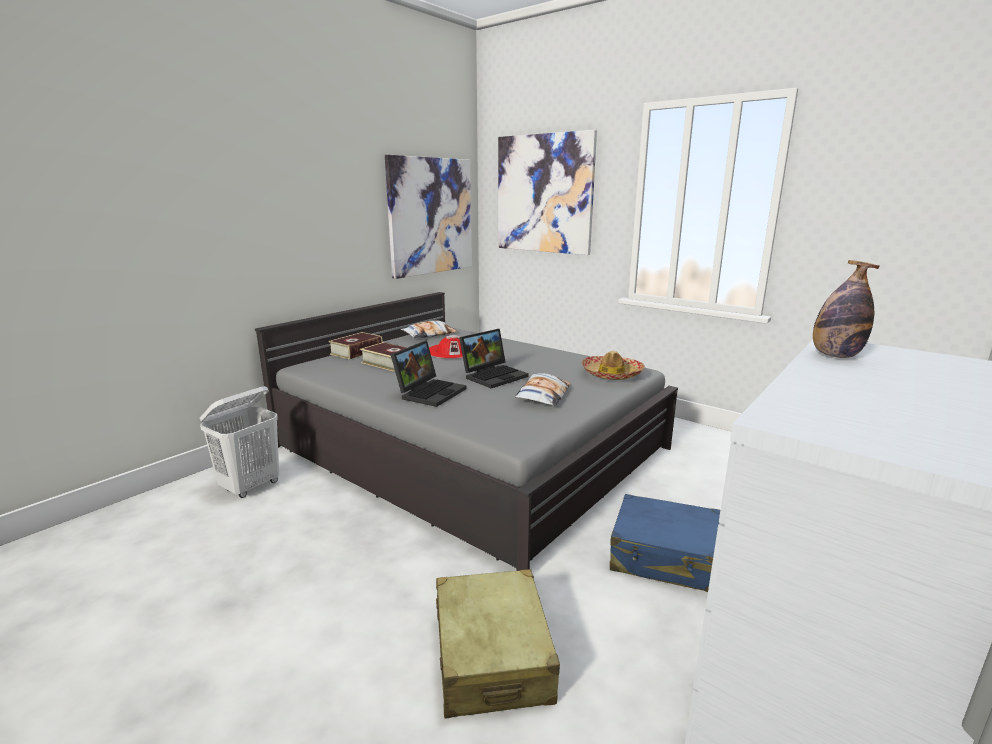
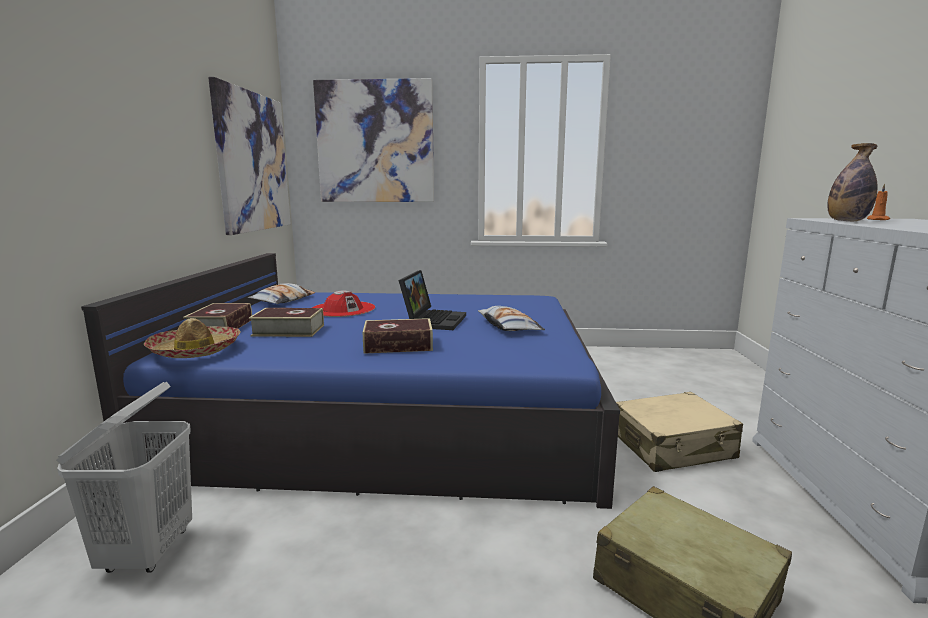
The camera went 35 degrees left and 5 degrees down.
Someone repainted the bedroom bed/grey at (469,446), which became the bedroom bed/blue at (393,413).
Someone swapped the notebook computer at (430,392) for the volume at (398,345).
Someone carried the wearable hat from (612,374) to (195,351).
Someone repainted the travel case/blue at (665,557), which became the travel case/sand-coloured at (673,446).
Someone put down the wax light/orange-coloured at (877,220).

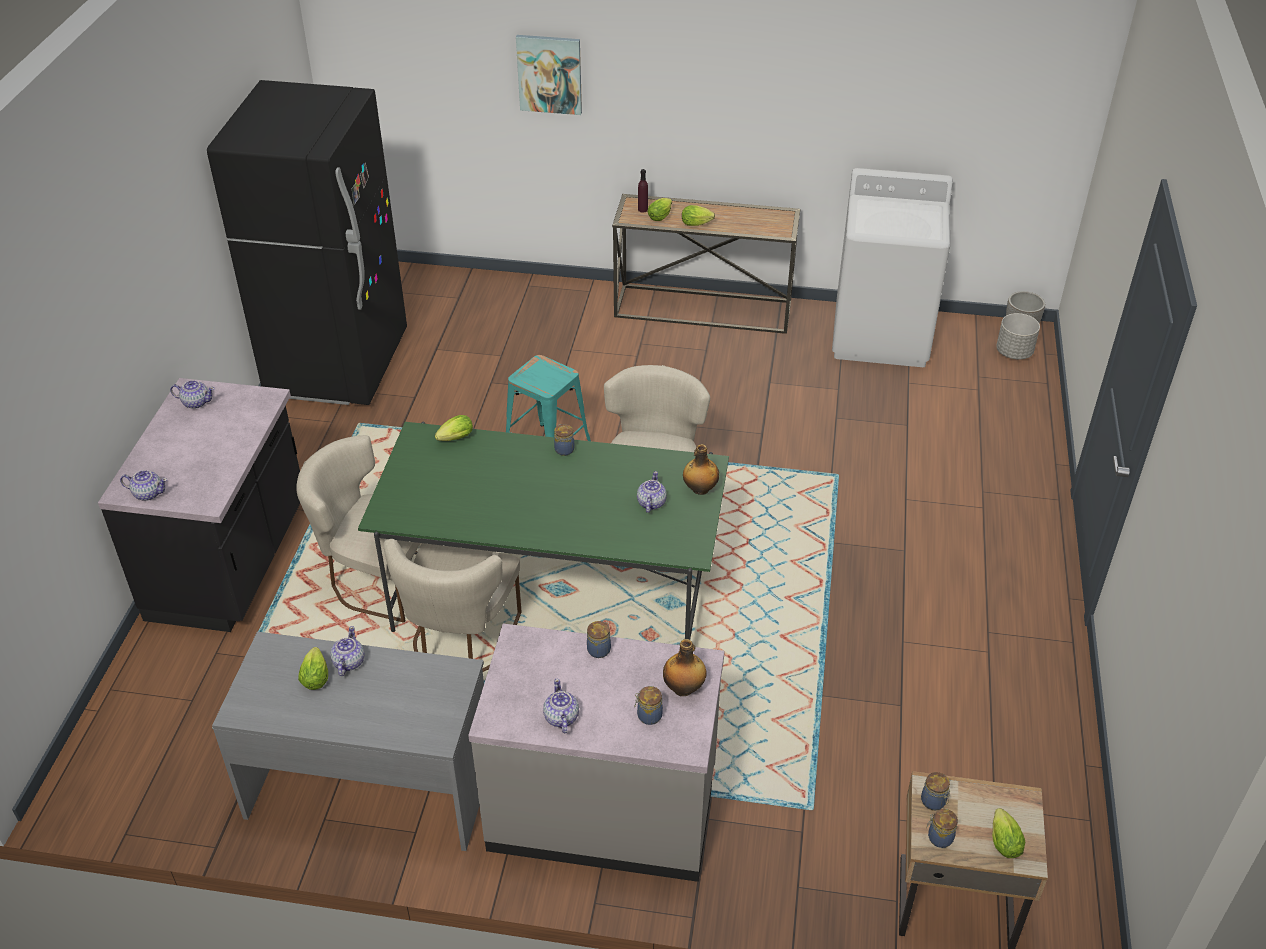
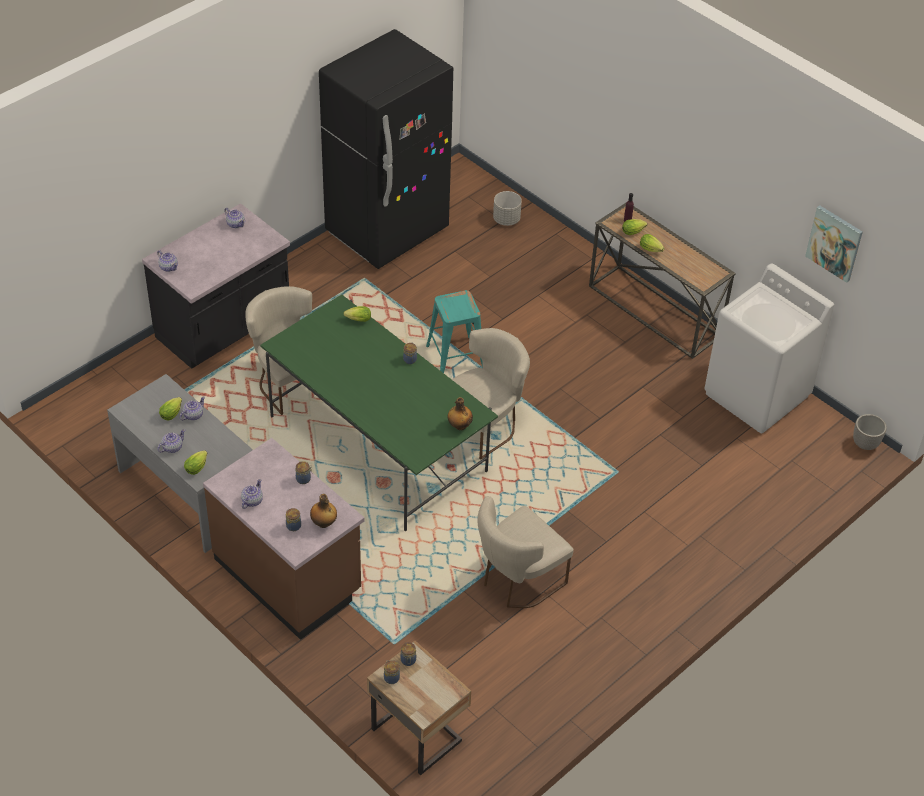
The camera went 35 degrees right and 5 degrees up.
Someone carried the chair/sand-coloured from (461,643) to (517,581).
Someone repainted the kitchen counter/grey at (603,810), which became the kitchen counter/brown-coloured at (288,575).
Someone carried the wall picture from (550,74) to (834,243).
Someone carried the tea pot from (651,503) to (172,447).
Someone carried the lettuce from (1003,840) to (197,467).
Someone carried the plant pot/grey from (1014,352) to (506,219).

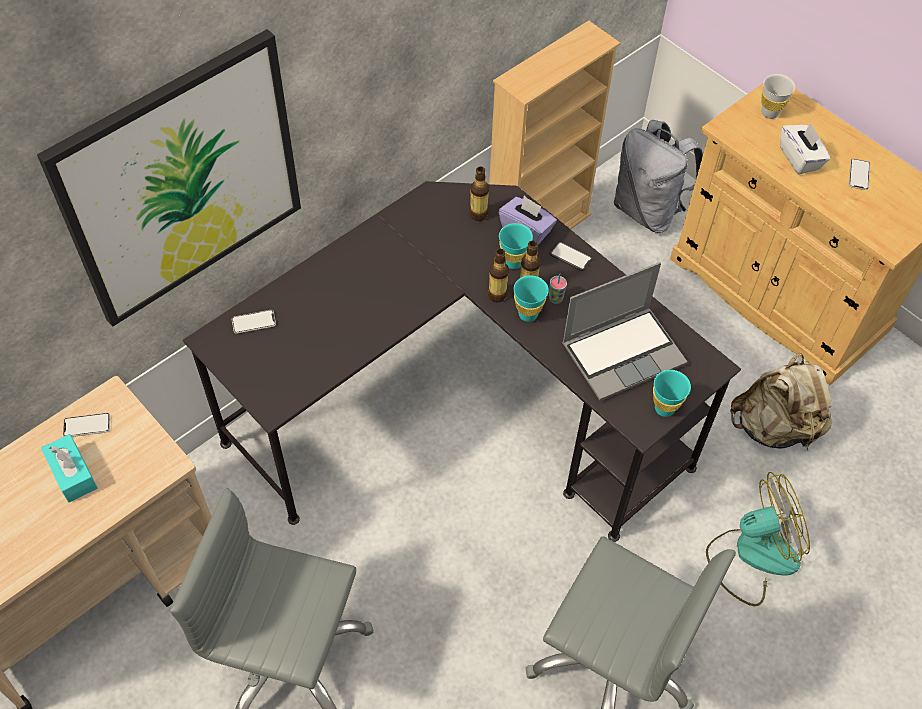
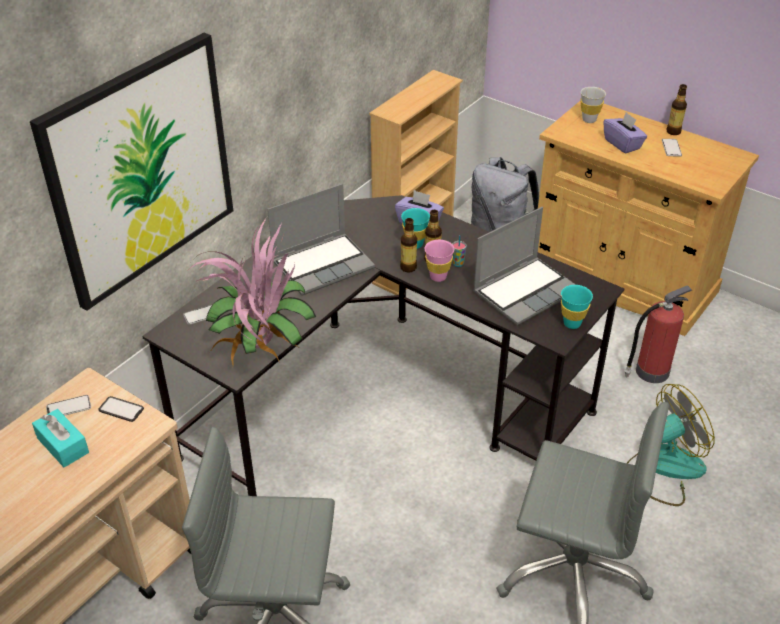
The camera went 10 degrees left and 15 degrees down.
Someone carried the bottle from (478,214) to (673,132).
Someone repainted the drinking cup/turquoise-coloured at (528,314), which became the drinking cup/pink at (438,277).
Someone carried the handset from (570,256) to (121,409).
Someone swapped the rucksack/sand-coloured at (774,427) for the extinguisher at (650,372).
Someone repainted the box of tissues/white-coloured at (800,158), which became the box of tissues/purple-coloured at (622,144).
Someone put down the houseplant at (261,352).
Someone put down the notebook computer at (323,264).

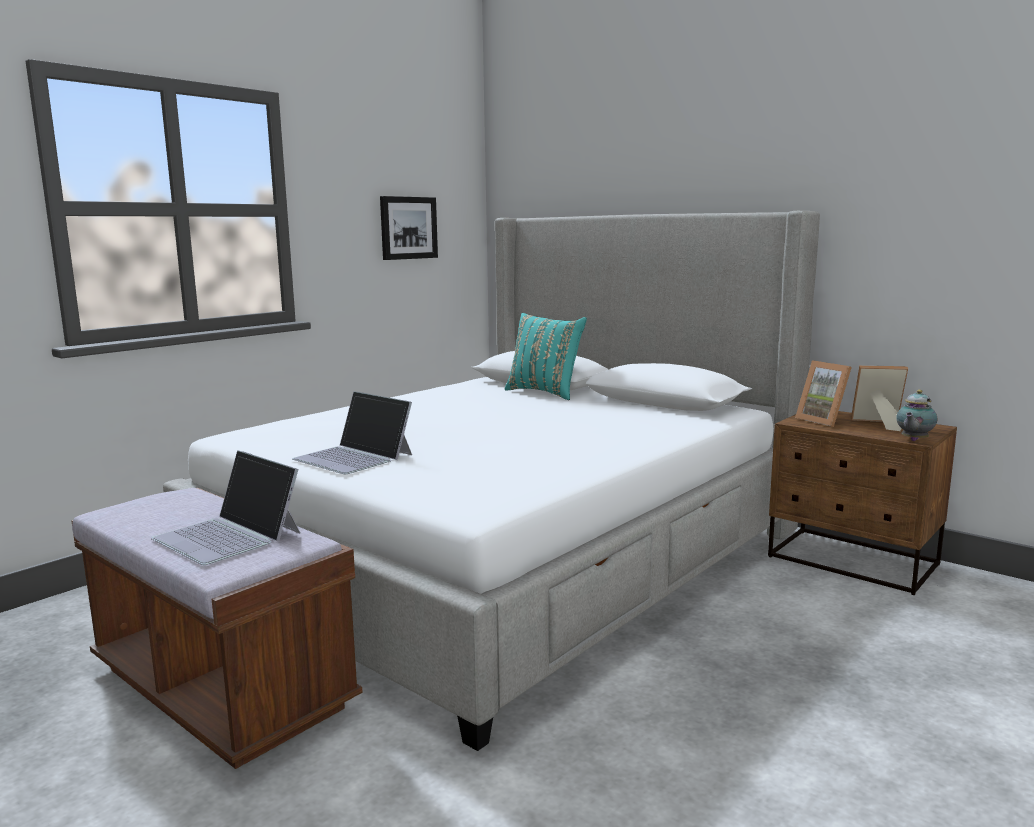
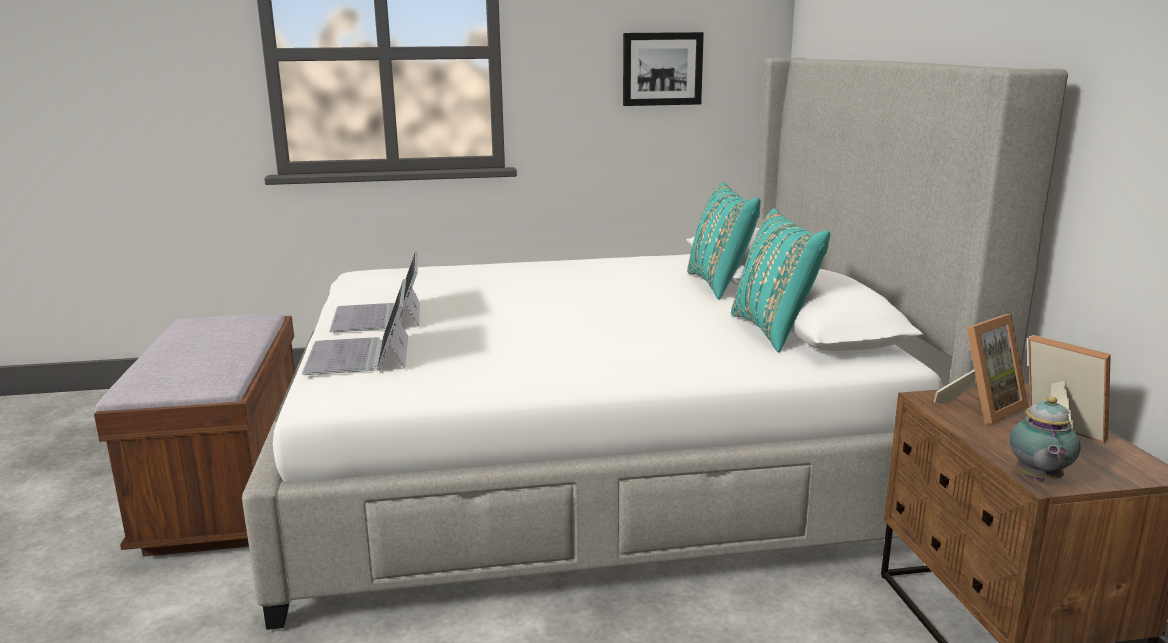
The camera went 40 degrees right and 5 degrees up.
Someone carried the notebook computer from (229,535) to (360,355).
Someone rotated the picture frame at (824,420) by 135 degrees counterclockwise.
Someone rotated the tea pot at (913,440) by 60 degrees counterclockwise.
Someone put down the throw pillow/turquoise-coloured at (774,331).

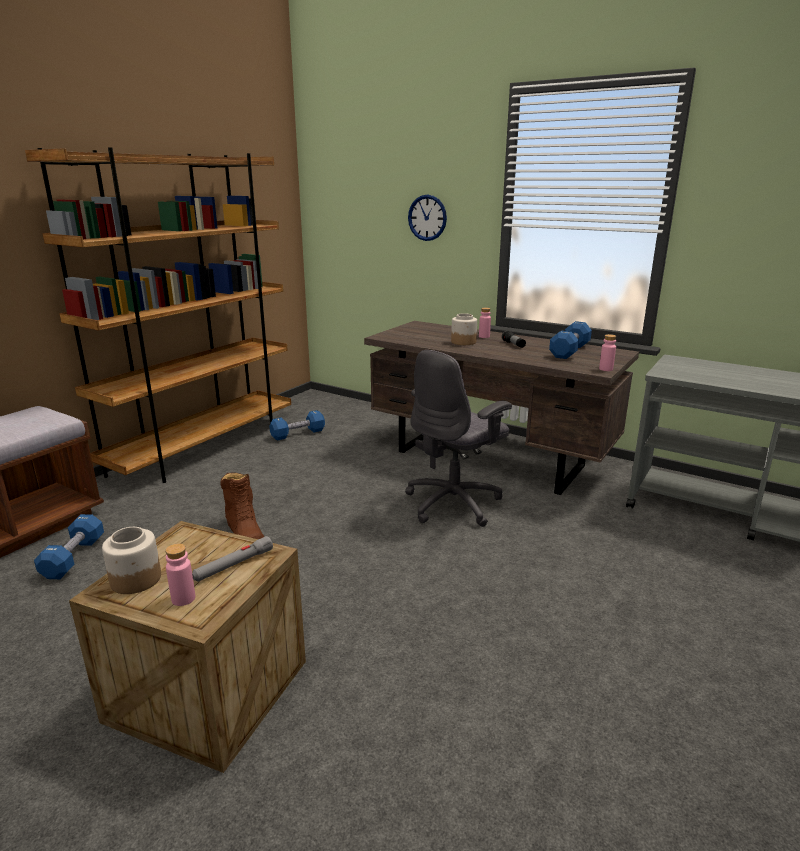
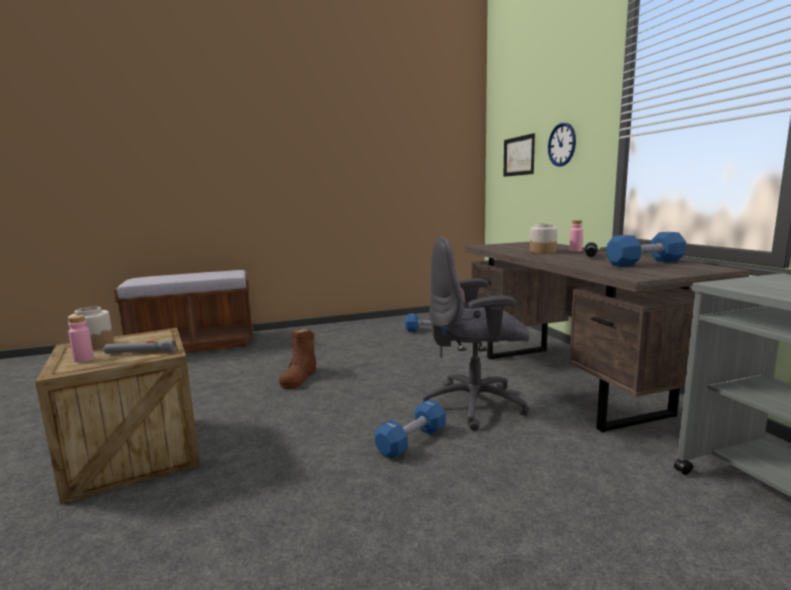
The camera went 40 degrees right and 10 degrees down.
Someone took away the bookshelf/brown-coloured at (204,448).
Someone carried the free weight/blue from (73,557) to (411,441).
Someone took away the bottle/pink at (606,369).
Someone put up the wall picture at (519,156).

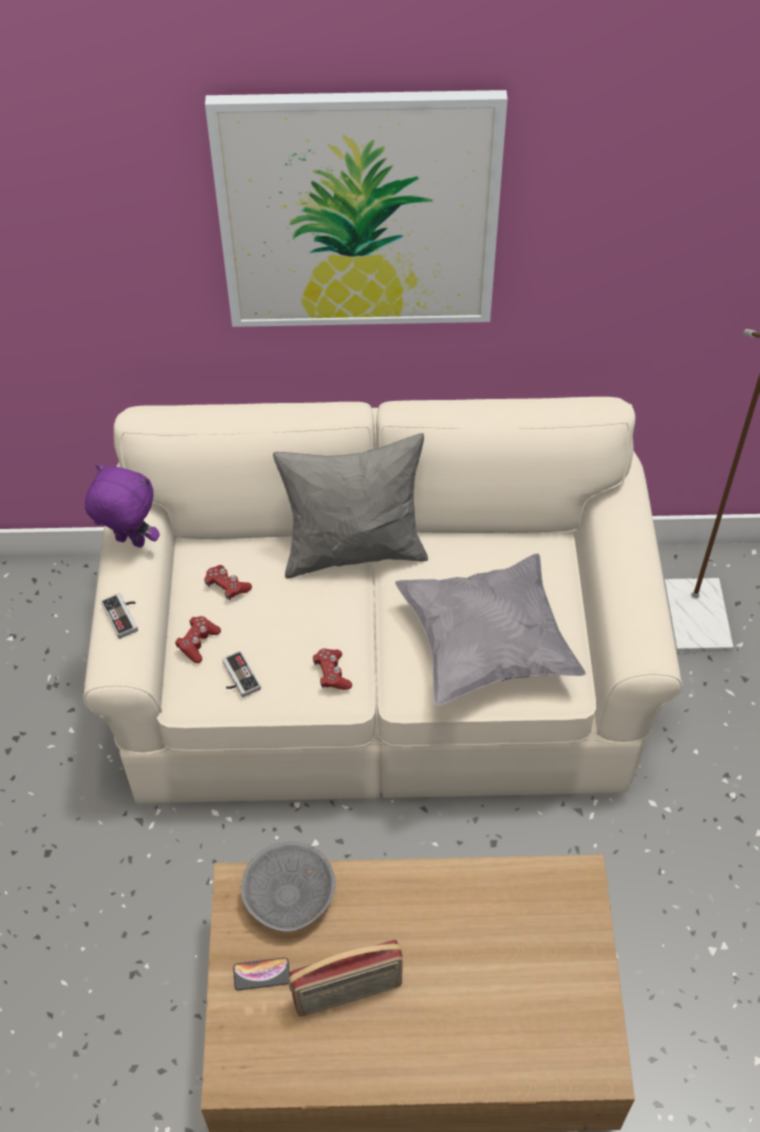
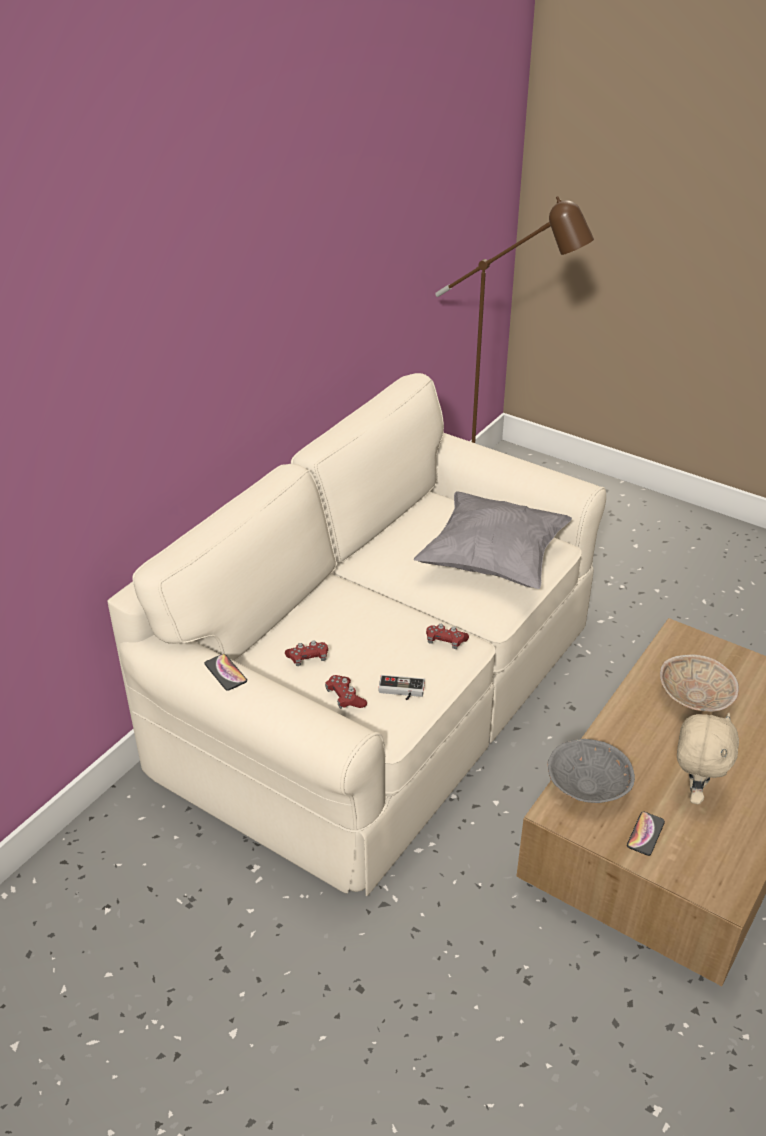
The camera went 55 degrees left and 15 degrees down.
Someone swapped the plush toy/purple-coloured at (129,542) for the handset at (225,673).
Someone took away the joypad at (124,616).
Someone took away the wall picture at (358,212).
Someone took away the throw pillow/grey at (354,551).
Someone swapped the radio receiver at (348,993) for the plush toy/sand-coloured at (693,792).
Someone put down the bowl/sand-coloured at (695,698).

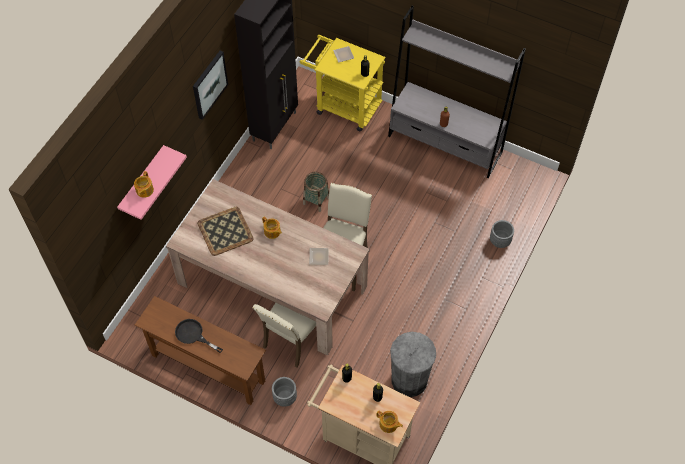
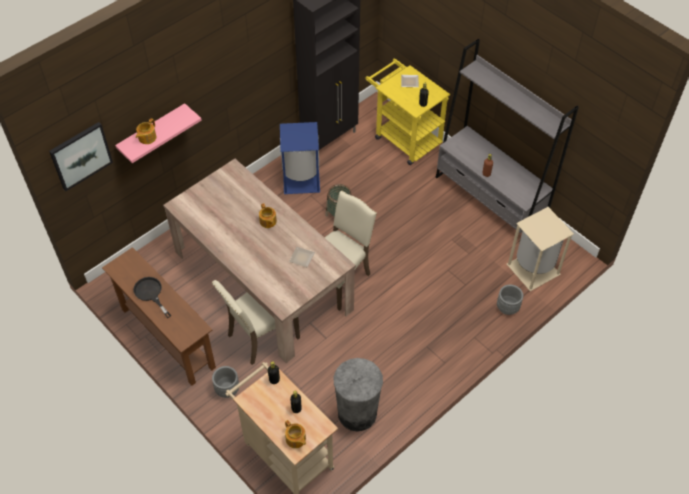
The camera went 20 degrees right and 5 degrees down.
Someone carried the wall picture from (209,84) to (80,155).
Someone took away the carrying tray at (225,230).
Someone put down the waste bin/blue at (300,180).
Someone put down the waste bin/sand-coloured at (532,269).

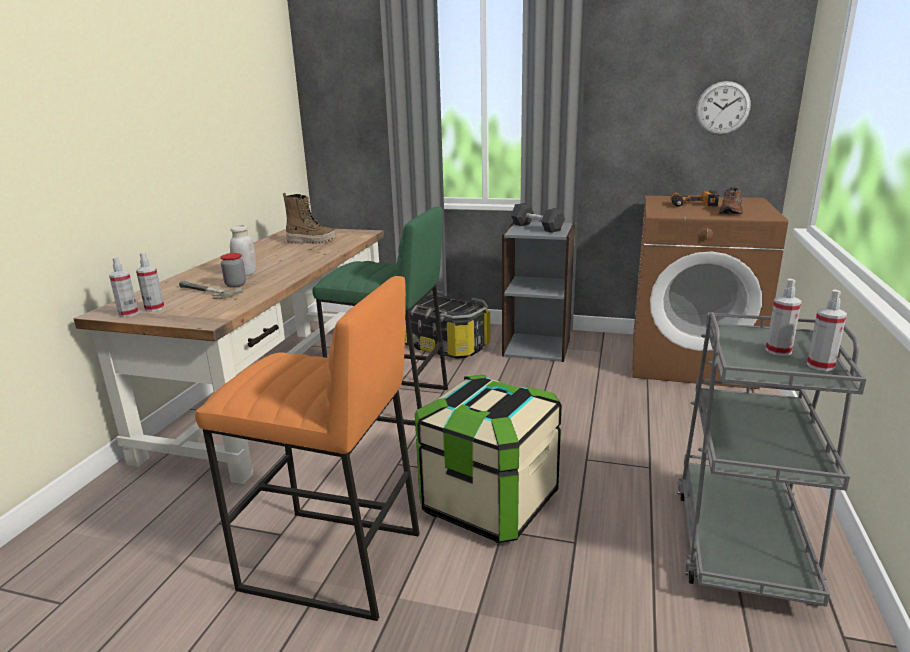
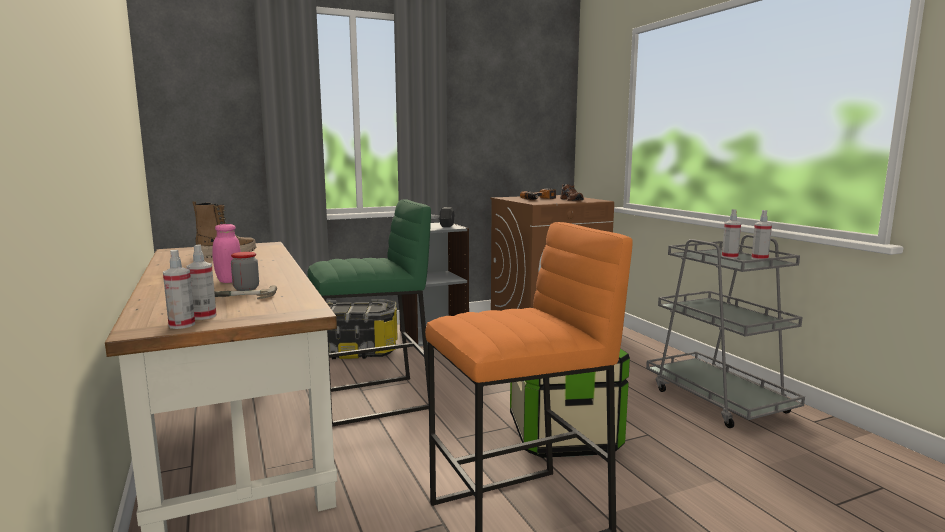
The camera went 40 degrees left and 10 degrees down.
Someone repainted the storage jar/white-coloured at (246,274), which became the storage jar/pink at (229,281).
Someone took away the clock on the wall at (722,108).

